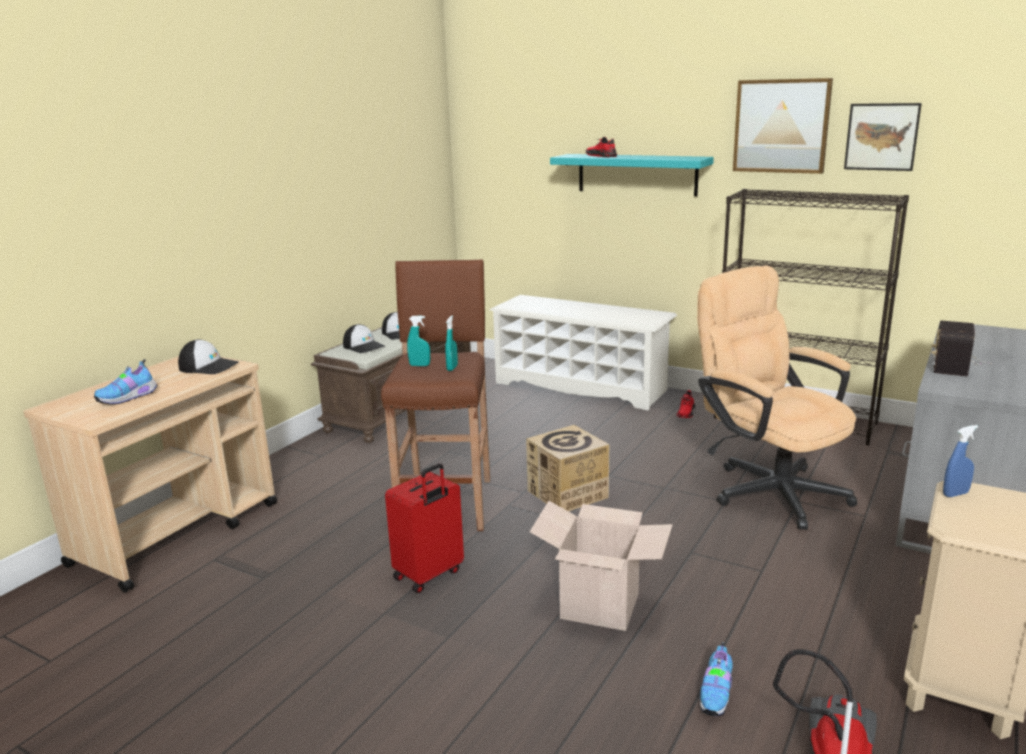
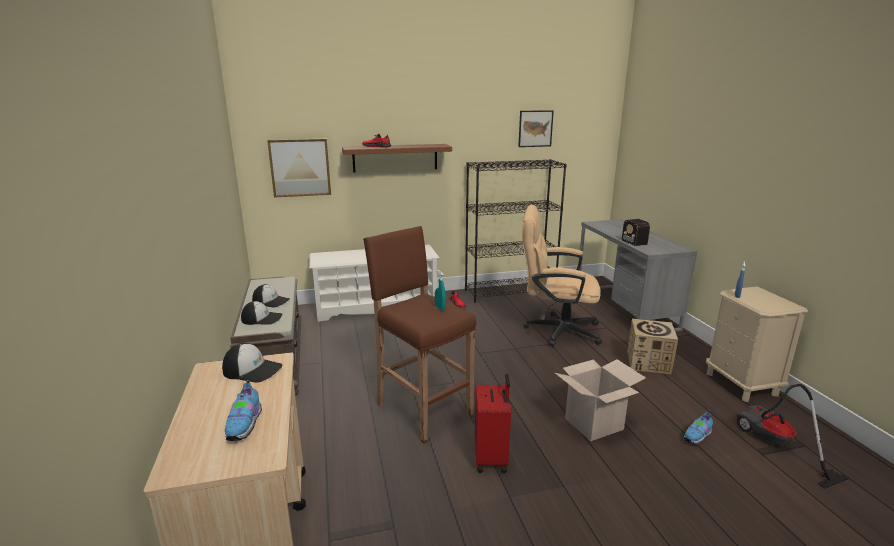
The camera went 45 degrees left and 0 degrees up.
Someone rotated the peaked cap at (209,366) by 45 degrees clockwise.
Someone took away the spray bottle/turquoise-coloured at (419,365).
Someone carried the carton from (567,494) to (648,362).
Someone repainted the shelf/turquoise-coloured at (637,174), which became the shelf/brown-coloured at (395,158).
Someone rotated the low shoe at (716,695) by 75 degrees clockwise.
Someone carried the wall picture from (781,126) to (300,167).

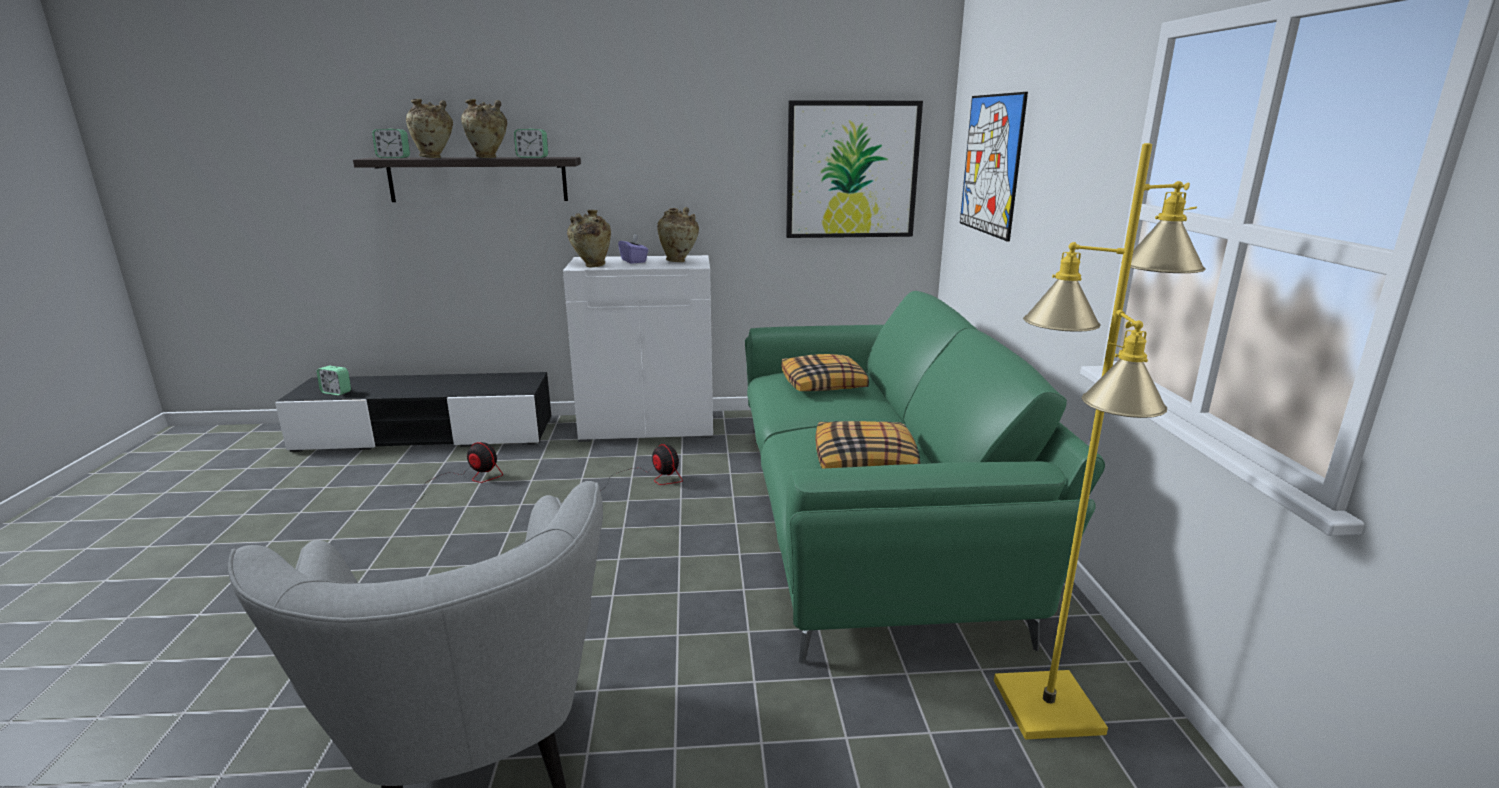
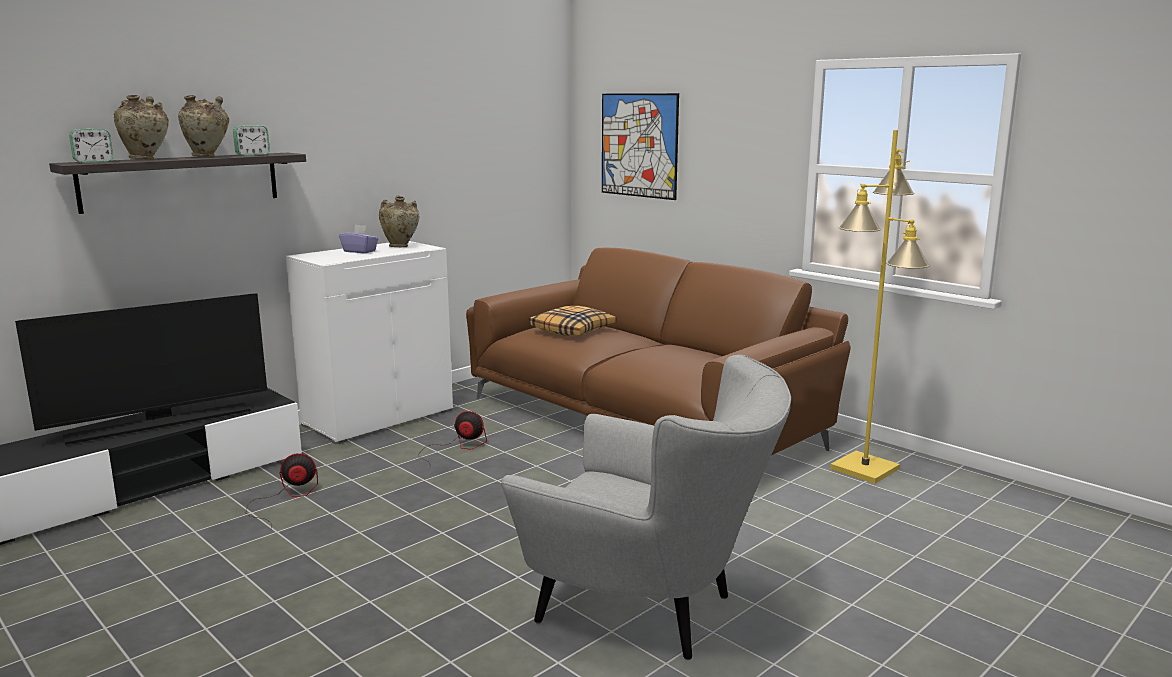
The camera went 40 degrees left and 5 degrees down.
Someone took away the table clock at (336,392).
Someone took away the vase/sand-coloured at (592,266).
Someone repainted the settee/green at (868,513), which became the settee/brown-coloured at (644,421).
Someone took away the wall picture at (852,170).
Someone took away the throw pillow at (865,461).
Someone put down the television at (160,423).

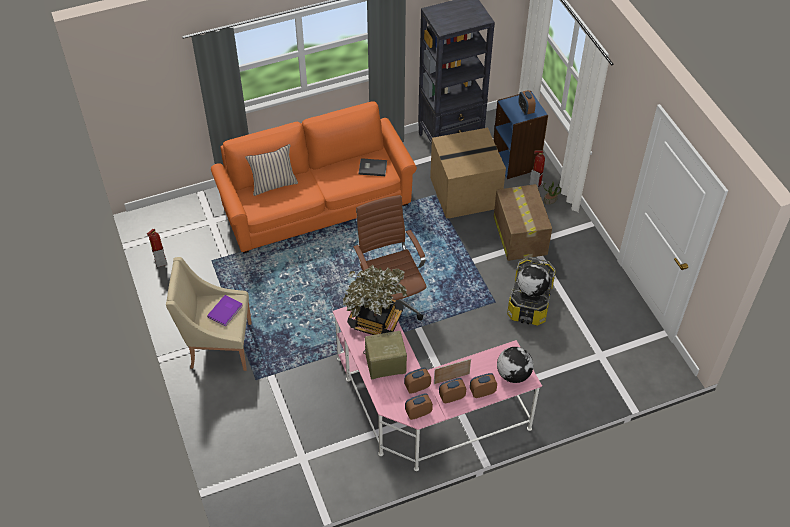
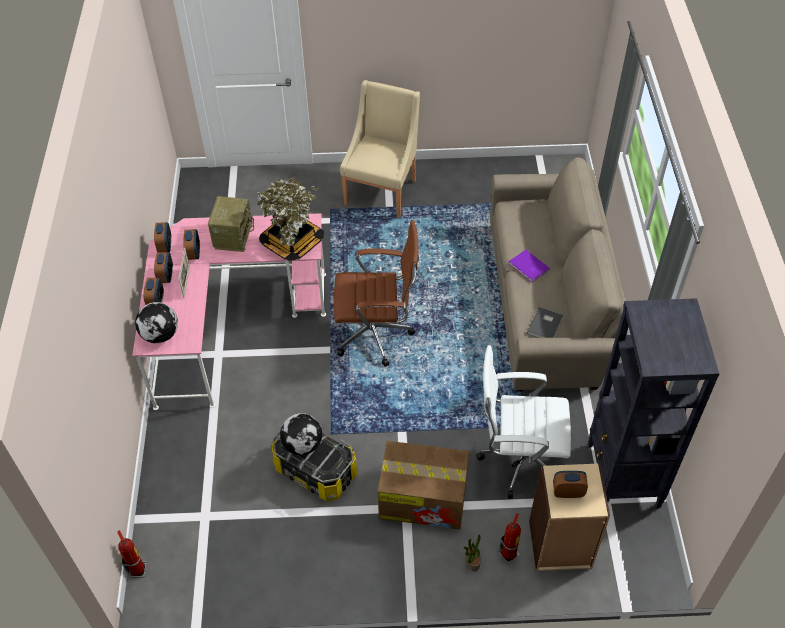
The camera went 110 degrees right and 0 degrees up.
Someone carried the extinguisher from (160,262) to (138,569).
Someone carried the volume/purple-coloured from (226,311) to (528,267).
Someone repainted the settee/orange-coloured at (315,204), which became the settee/sand-coloured at (547,303).
Someone took away the throw pillow/sand-coloured at (273,184).
Someone swapped the carton at (464,193) for the office chair/white-coloured at (517,460).
Someone repainted the bookshelf/blue at (516,161), which became the bookshelf/sand-coloured at (560,545).

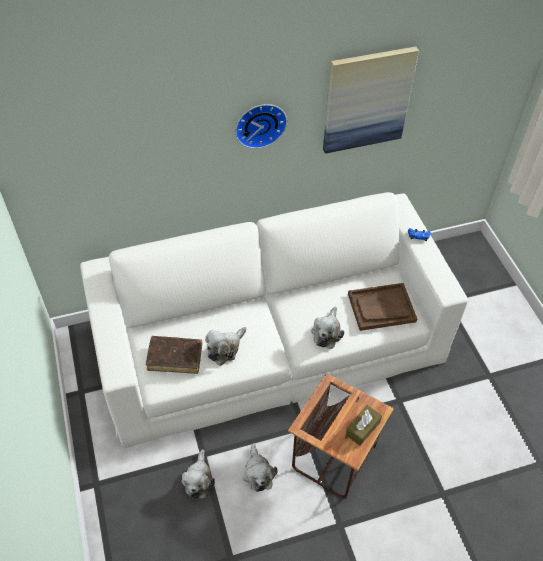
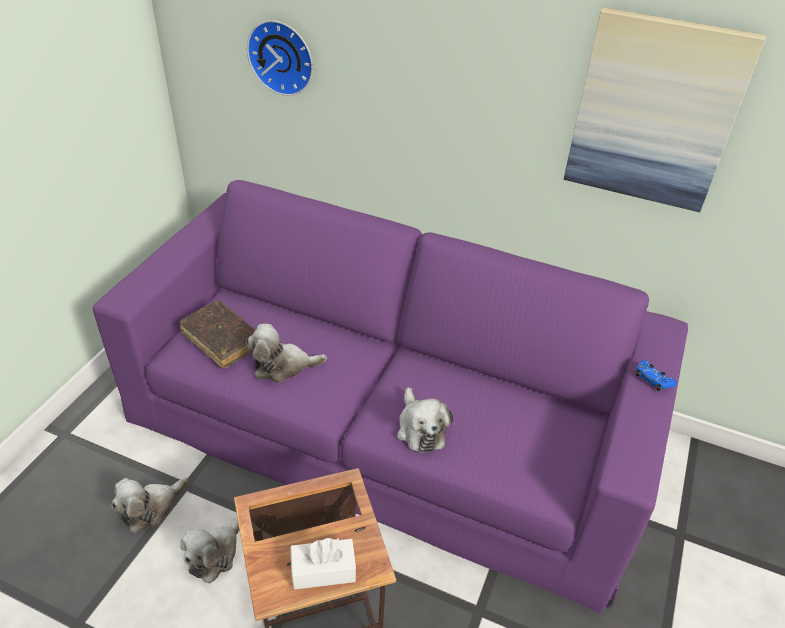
The camera went 40 degrees right and 10 degrees down.
Someone repainted the settee/white-coloured at (270,342), which became the settee/purple-coloured at (388,424).
Someone carried the clock on the wall from (260,124) to (282,56).
Someone rotated the plush toy at (327,332) by 75 degrees counterclockwise.
Someone repainted the box of tissues/brown-coloured at (362,428), which became the box of tissues/white-coloured at (323,570).
Someone took away the carrying tray/brown-coloured at (381,308).

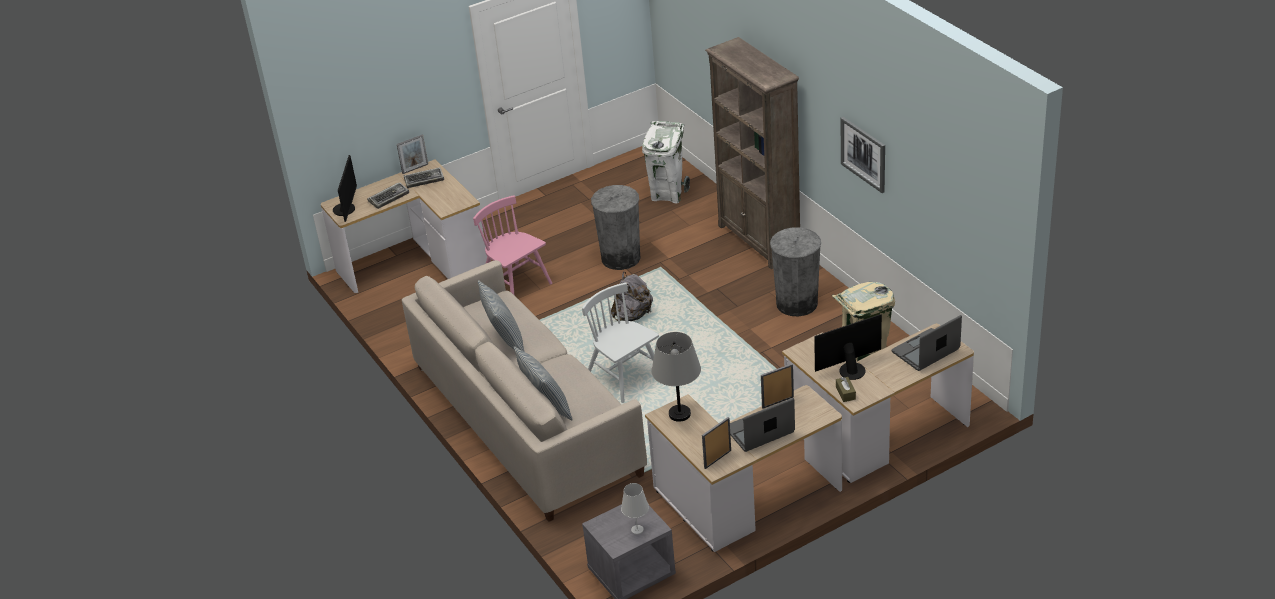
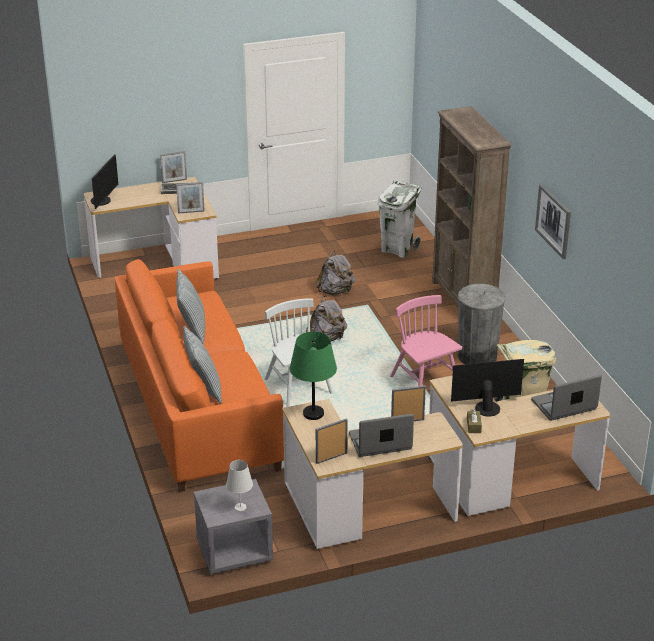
The camera went 10 degrees right and 5 degrees down.
Someone took away the keyboard at (389,198).
Someone repainted the settee/sand-coloured at (526,419), which became the settee/orange-coloured at (197,404).
Someone carried the chair/pink from (516,284) to (425,383).
Someone swapped the waste bin/grey at (621,258) for the rucksack/grey at (335,291).
Someone repainted the tabletop lamp/grey at (680,414), which became the tabletop lamp/green at (313,413).
Someone put down the picture frame at (191,212).

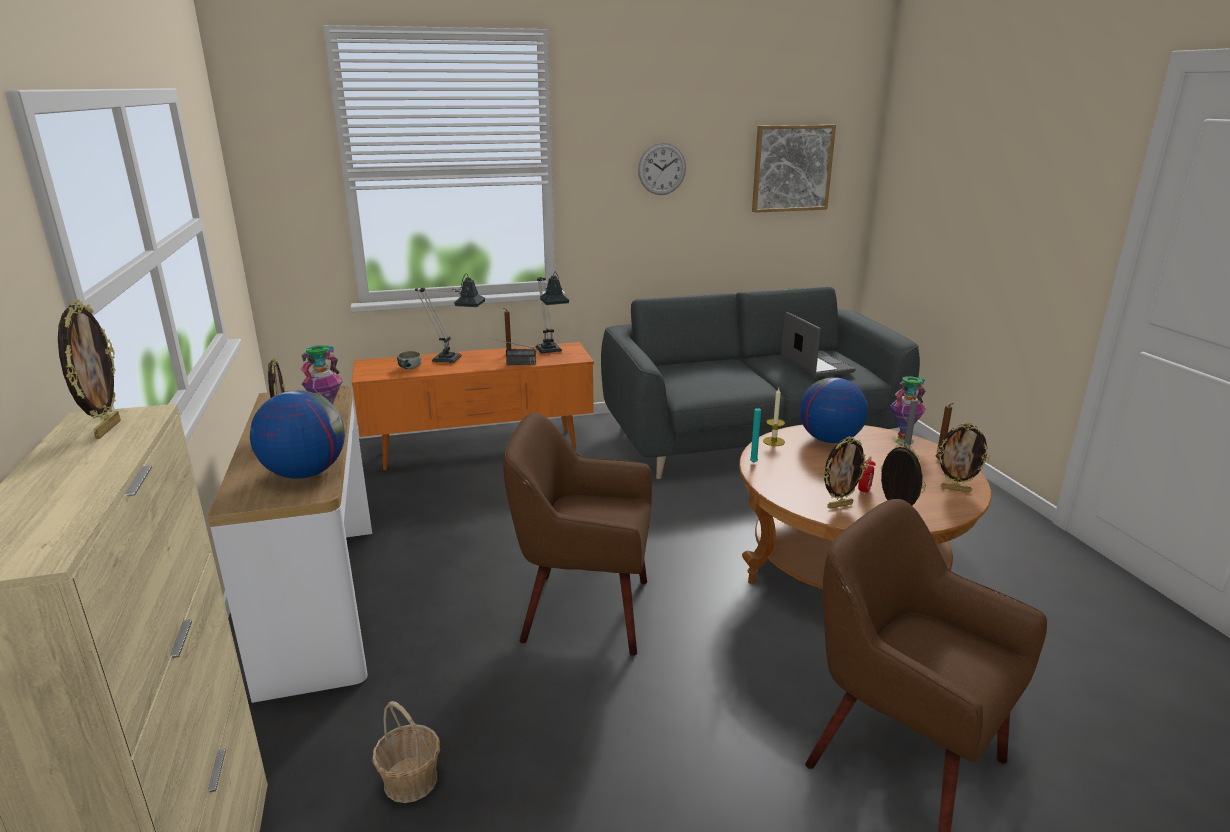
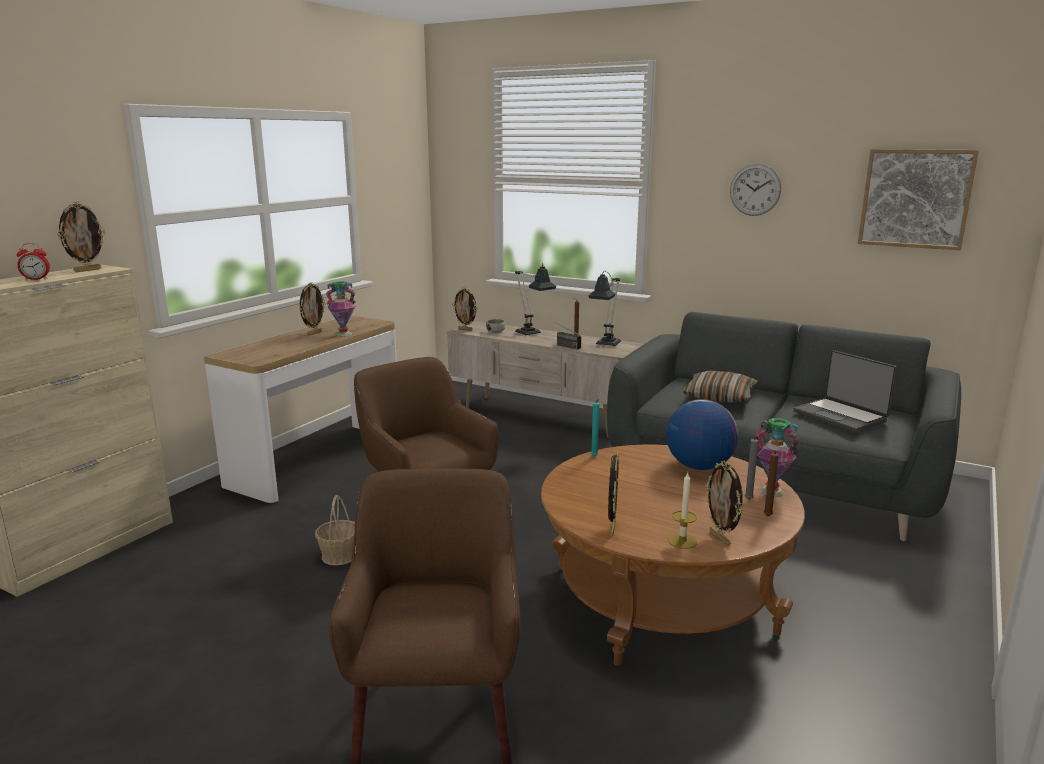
The camera went 45 degrees right and 5 degrees down.
Someone took away the desk globe at (304,473).
Someone repainted the media console/orange-coloured at (480,450), which became the media console/sand-coloured at (542,417).
Someone carried the basket from (410,781) to (339,556).
Someone carried the wax light from (774,441) to (682,541).
Someone rotated the notebook computer at (815,365) by 120 degrees clockwise.
Someone carried the picture frame from (839,505) to (465,329).
Someone carried the table clock from (864,490) to (36,279).
Someone put down the throw pillow at (719,397).

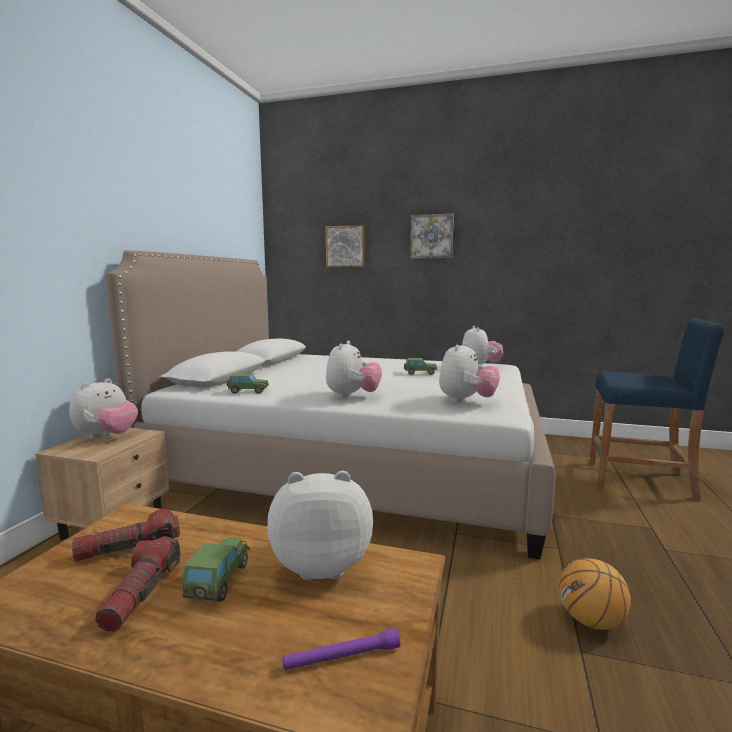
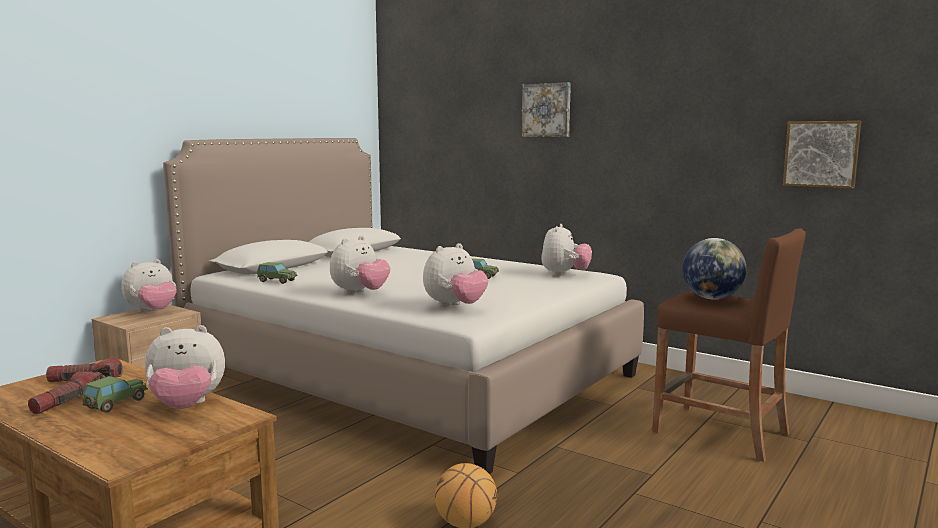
The camera went 20 degrees right and 0 degrees up.
Someone rotated the plush toy at (322,564) by 150 degrees clockwise.
Someone took away the flashlight/purple-coloured at (342,657).
Someone carried the wall picture from (346,246) to (821,154).
Someone repainted the stool/blue at (639,480), which became the stool/brown-coloured at (720,432).
Someone put down the desk globe at (712,298).

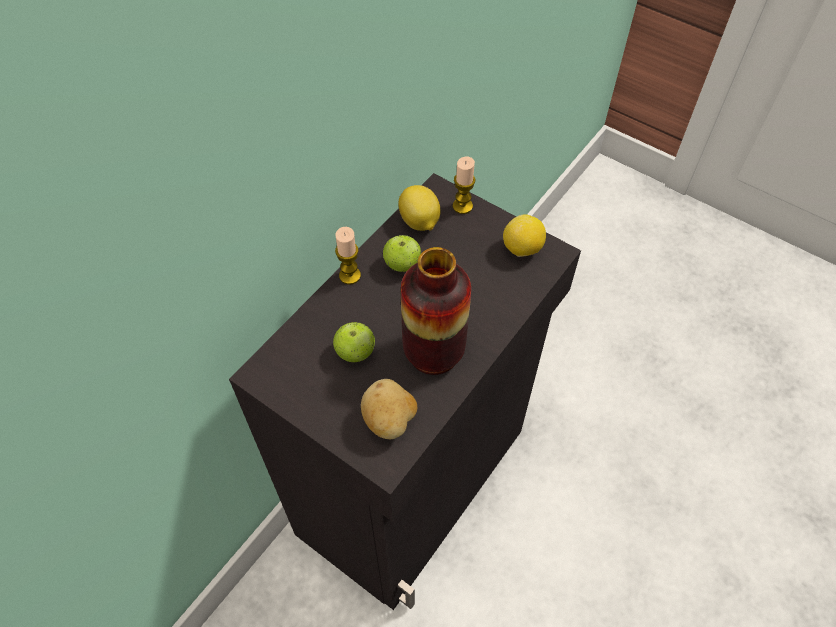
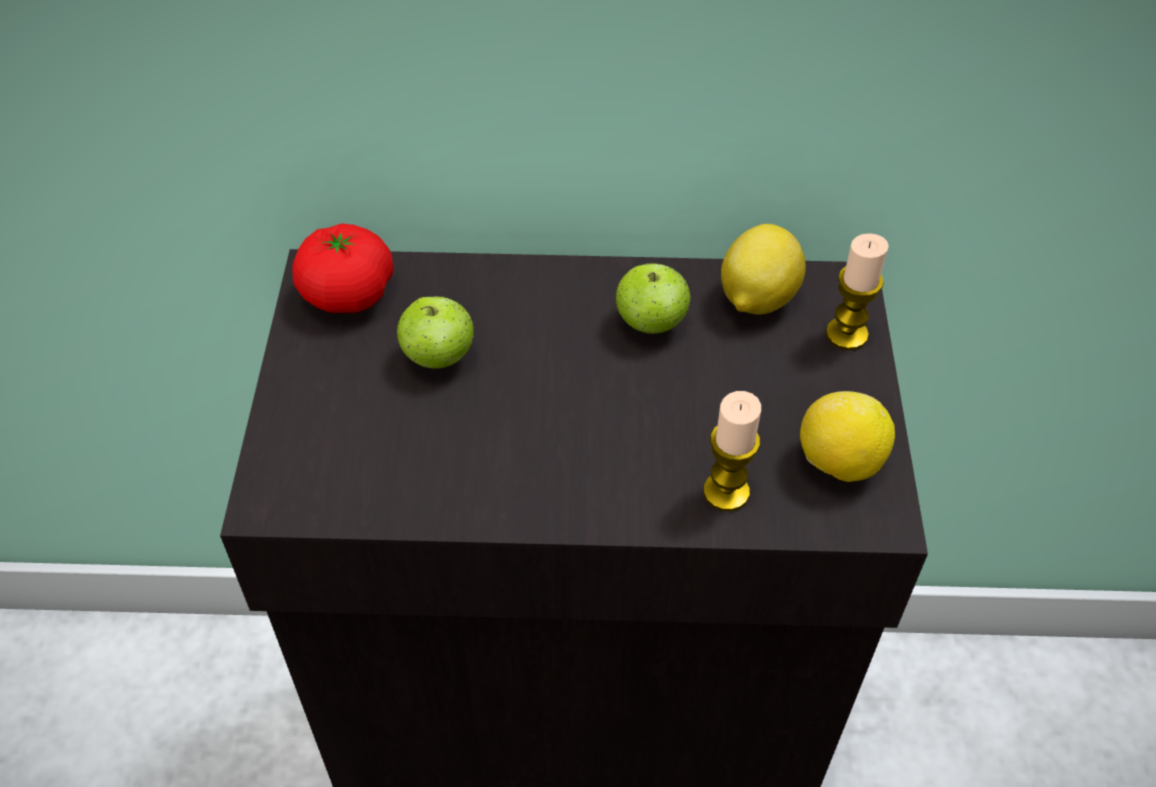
The camera went 55 degrees right and 5 degrees down.
Someone carried the wax light from (350,275) to (726,492).
Someone took away the whole potato at (390,420).
Someone took away the vase at (433,352).
Someone put down the whole tomato at (348,293).

